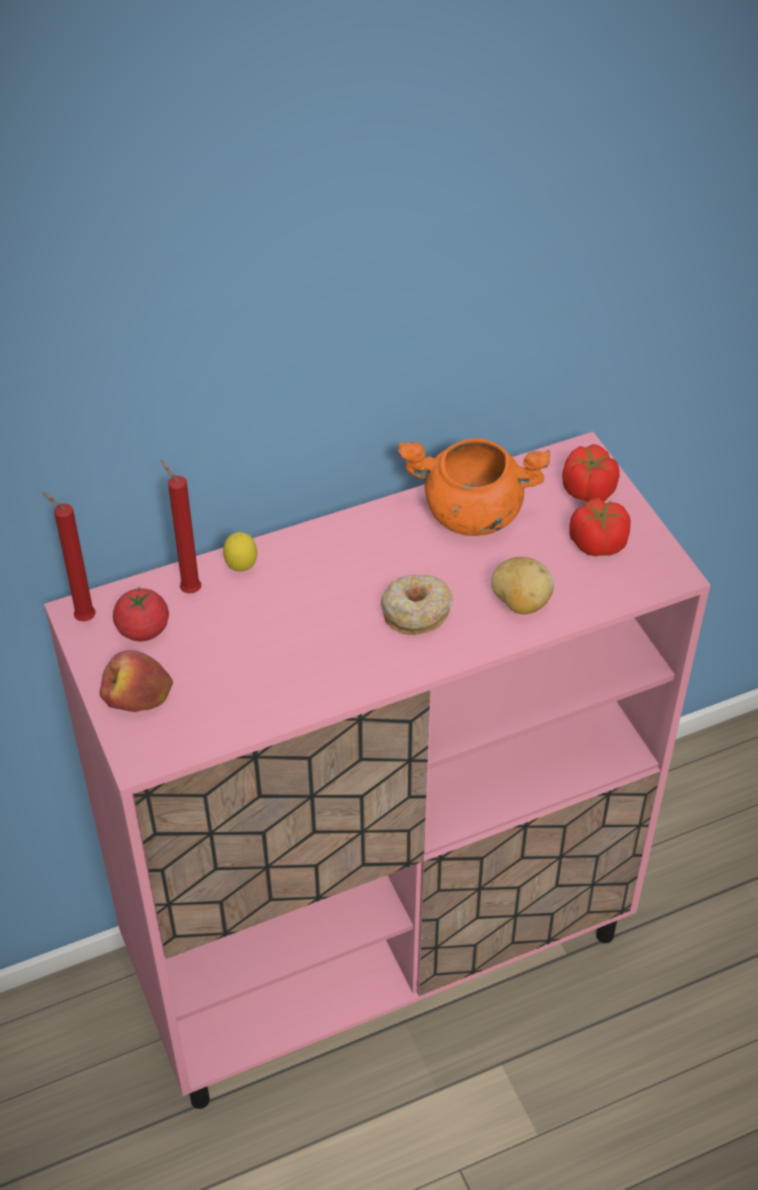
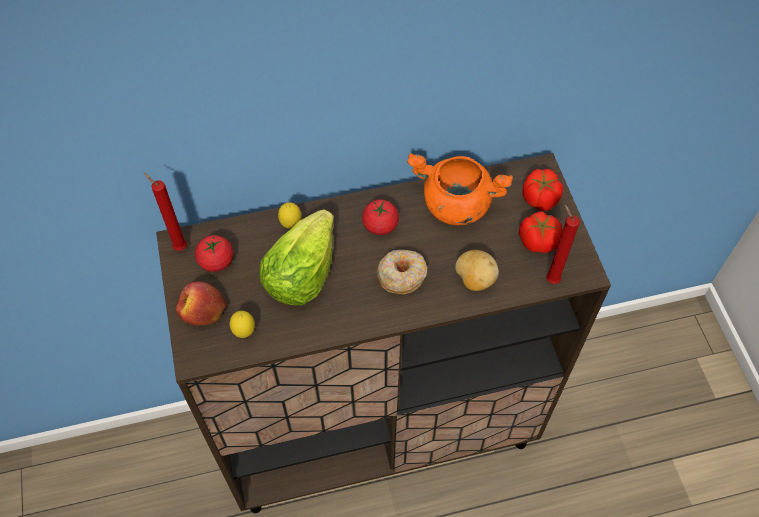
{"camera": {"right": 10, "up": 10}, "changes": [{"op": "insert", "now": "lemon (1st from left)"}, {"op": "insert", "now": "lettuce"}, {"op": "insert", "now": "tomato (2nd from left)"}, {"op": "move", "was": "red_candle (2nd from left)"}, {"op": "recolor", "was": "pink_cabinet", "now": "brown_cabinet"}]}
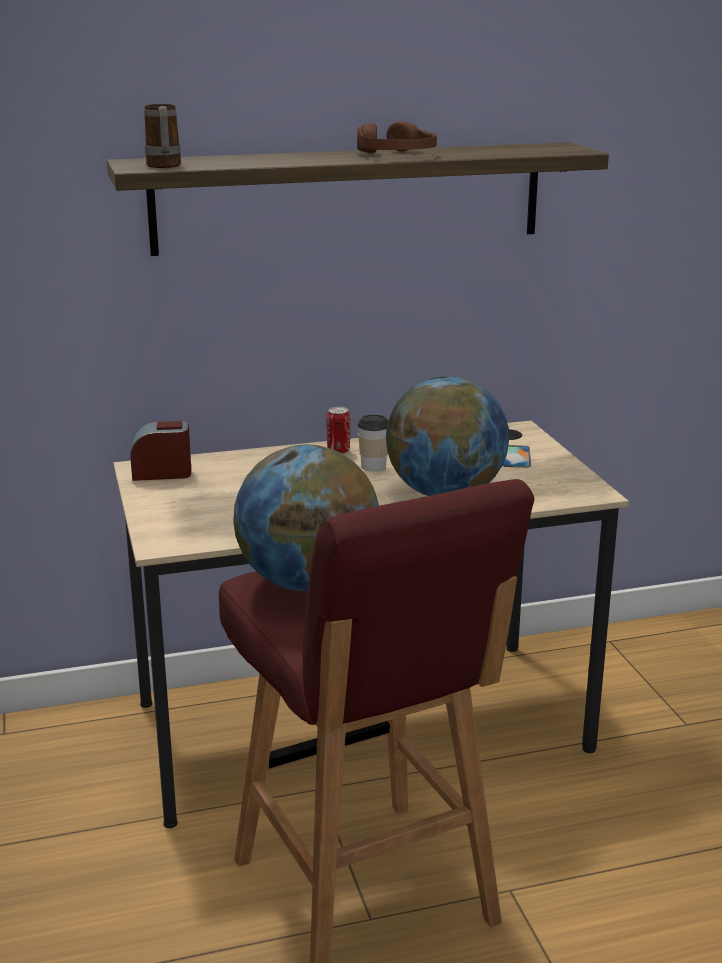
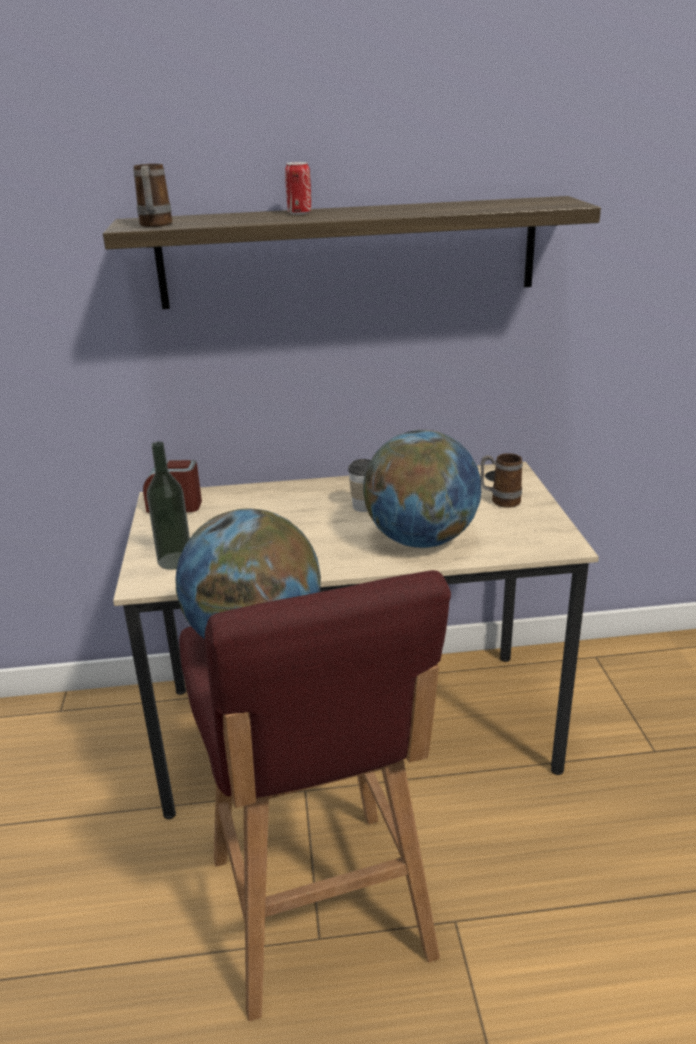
{"camera": {"right": 10, "up": 5}, "changes": [{"op": "delete", "was": "brown_headphones"}, {"op": "insert", "now": "bottle"}, {"op": "move", "was": "can"}, {"op": "replace", "was": "phone", "now": "mug (2nd from left)"}]}
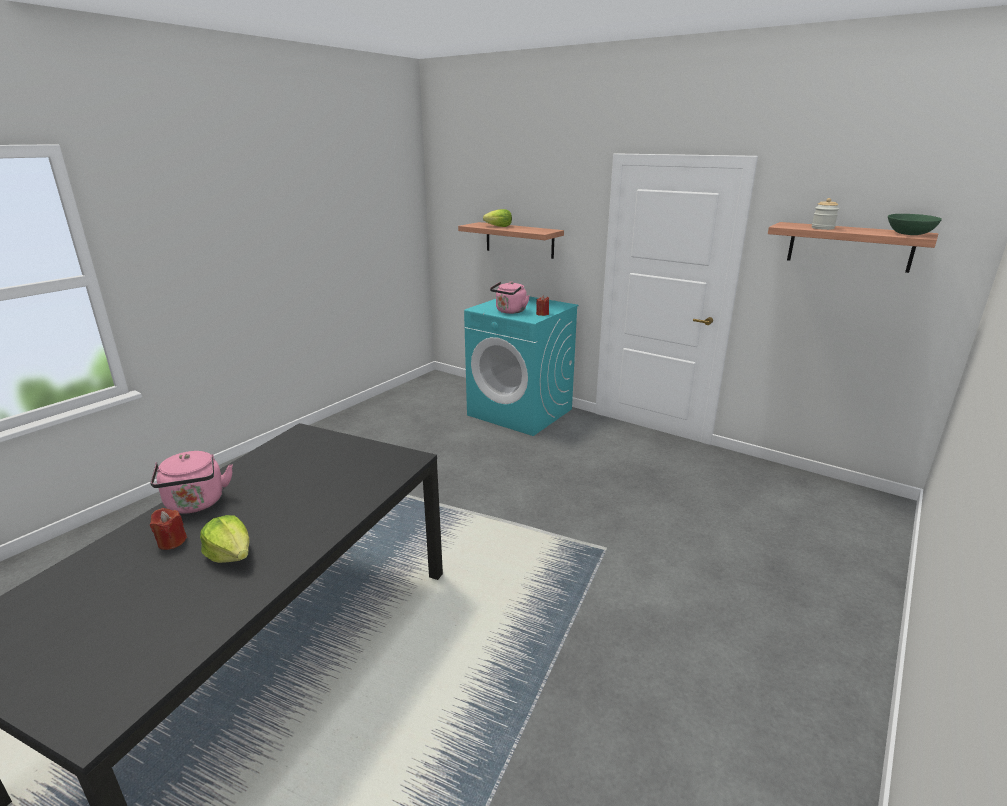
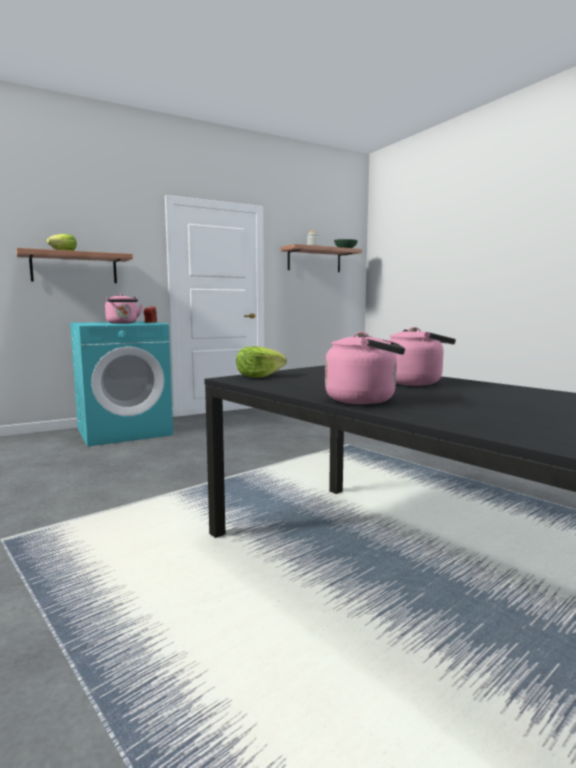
{"camera": {"right": -65, "up": -15}, "changes": [{"op": "delete", "was": "red_candle (1st from left)"}, {"op": "insert", "now": "pink_kettle (3rd from left)"}, {"op": "move", "was": "lettuce (1st from left in the first image)", "now": "lettuce (2nd from left)"}]}
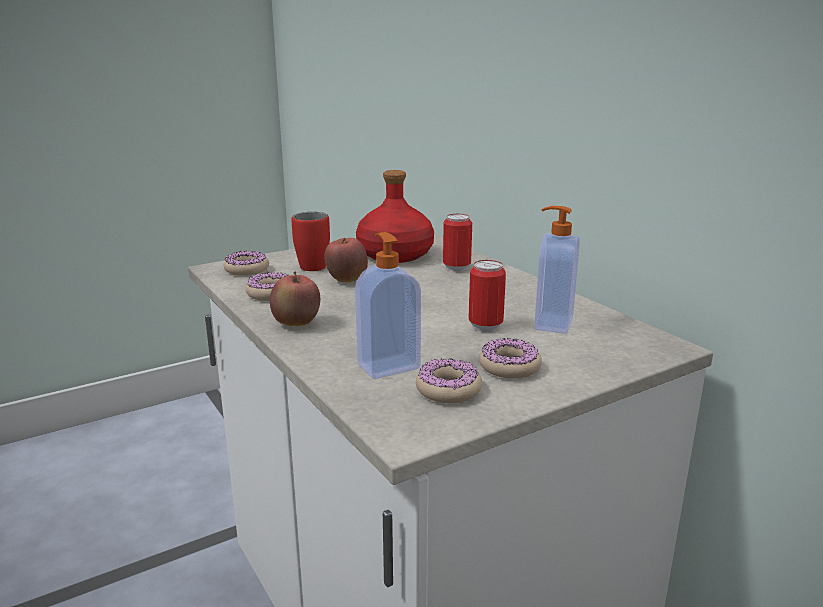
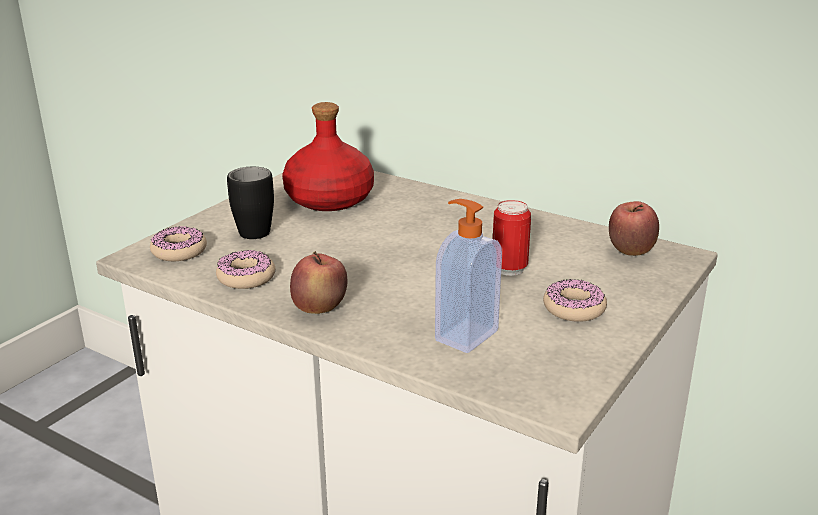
{"camera": {"right": -25, "up": 5}, "changes": [{"op": "delete", "was": "donut (3rd from left)"}, {"op": "delete", "was": "can (1st from left)"}, {"op": "delete", "was": "soap_dispenser (2nd from left)"}, {"op": "move", "was": "apple (2nd from left)"}, {"op": "recolor", "was": "red_mug", "now": "black_mug"}]}
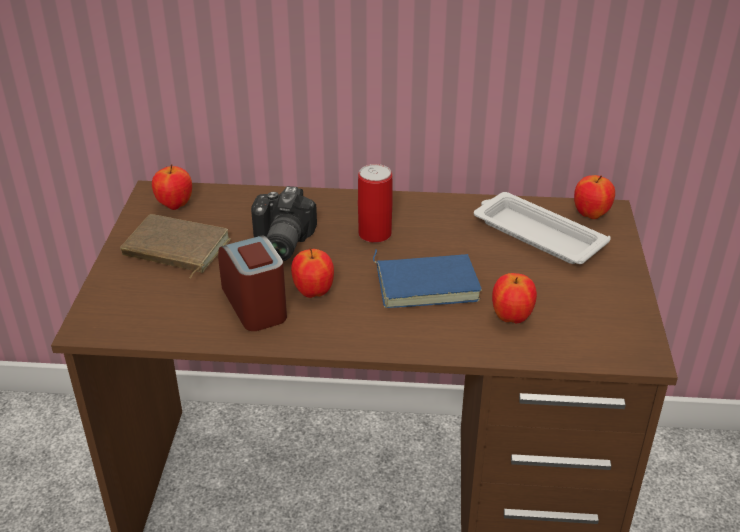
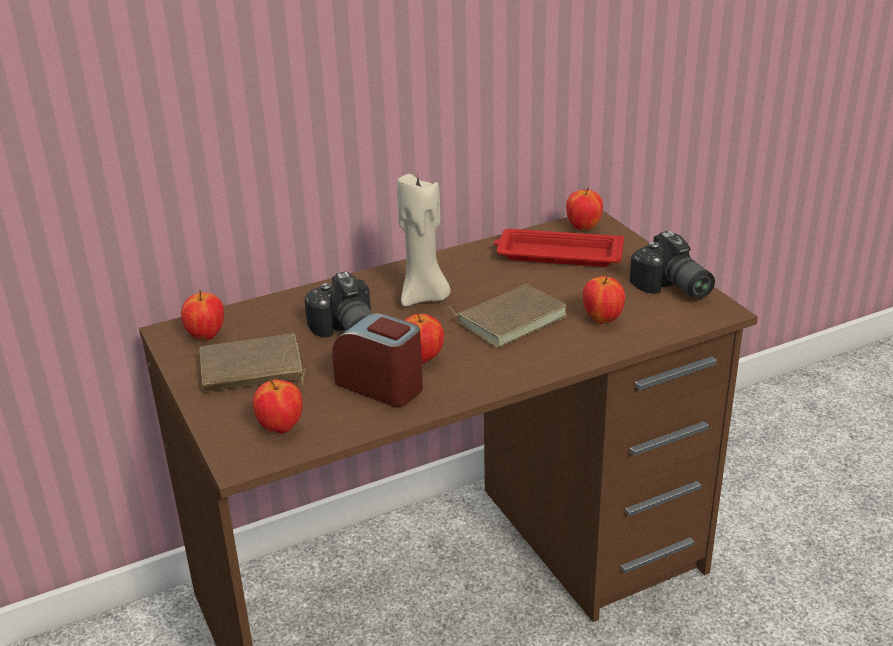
{"camera": {"right": -30, "up": -5}, "changes": [{"op": "insert", "now": "apple (2nd from left)"}, {"op": "insert", "now": "photo_camera (2nd from left)"}, {"op": "replace", "was": "can", "now": "beige_candle"}, {"op": "recolor", "was": "blue_book", "now": "brown_book (2nd from left)"}, {"op": "recolor", "was": "white_tray", "now": "red_tray"}]}
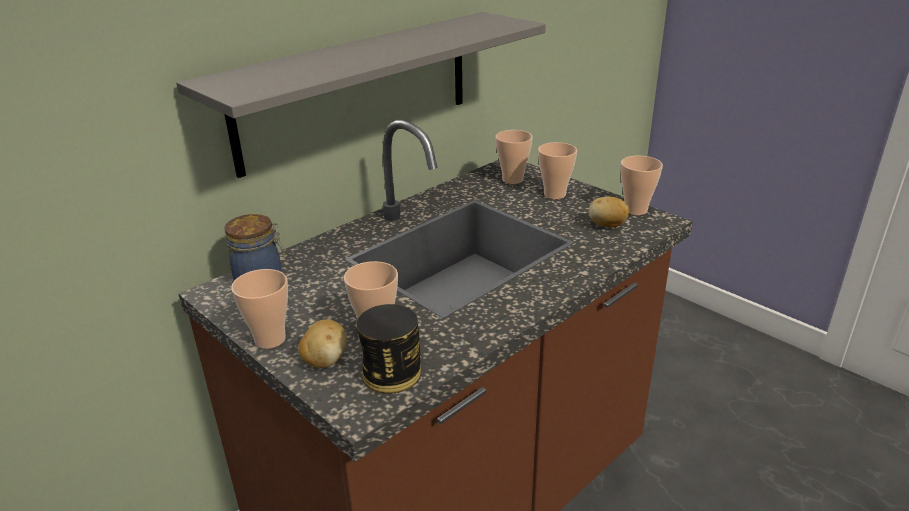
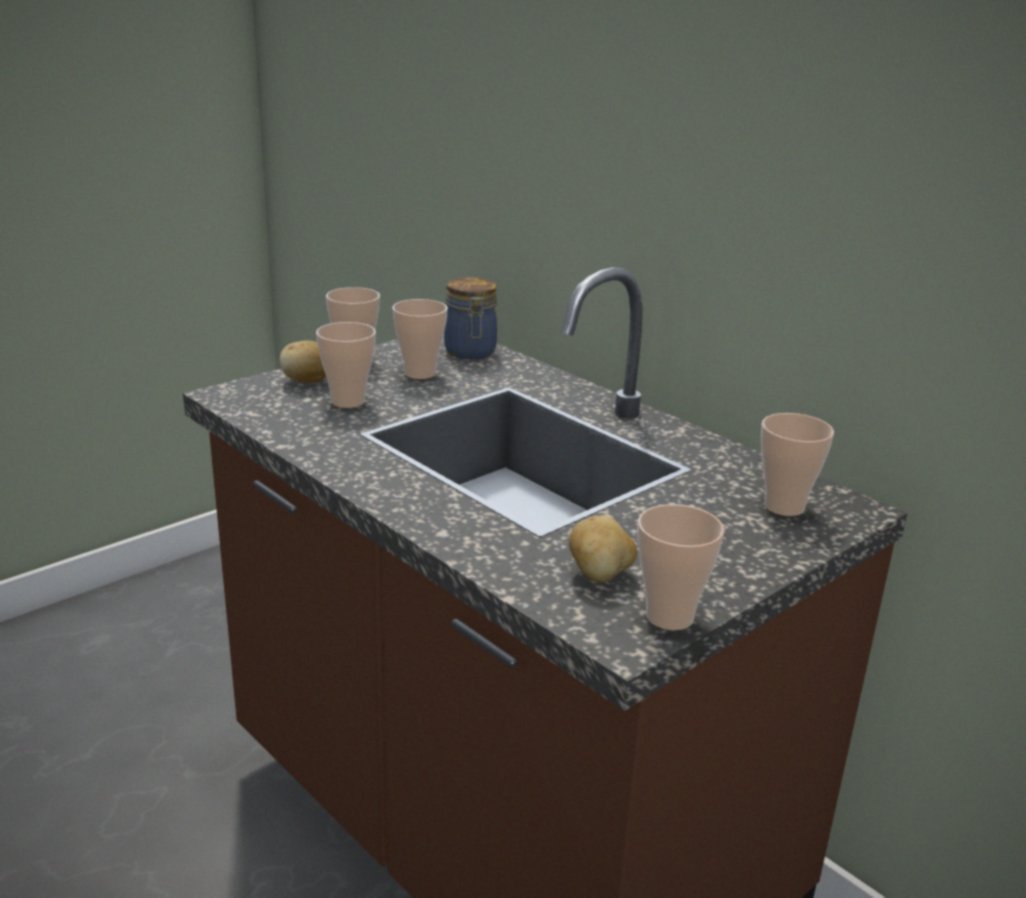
{"camera": {"right": 90, "up": -5}, "changes": [{"op": "delete", "was": "grey_shelf"}, {"op": "delete", "was": "can"}, {"op": "move", "was": "cup (4th from left in the first image)", "now": "cup (3rd from left)"}]}
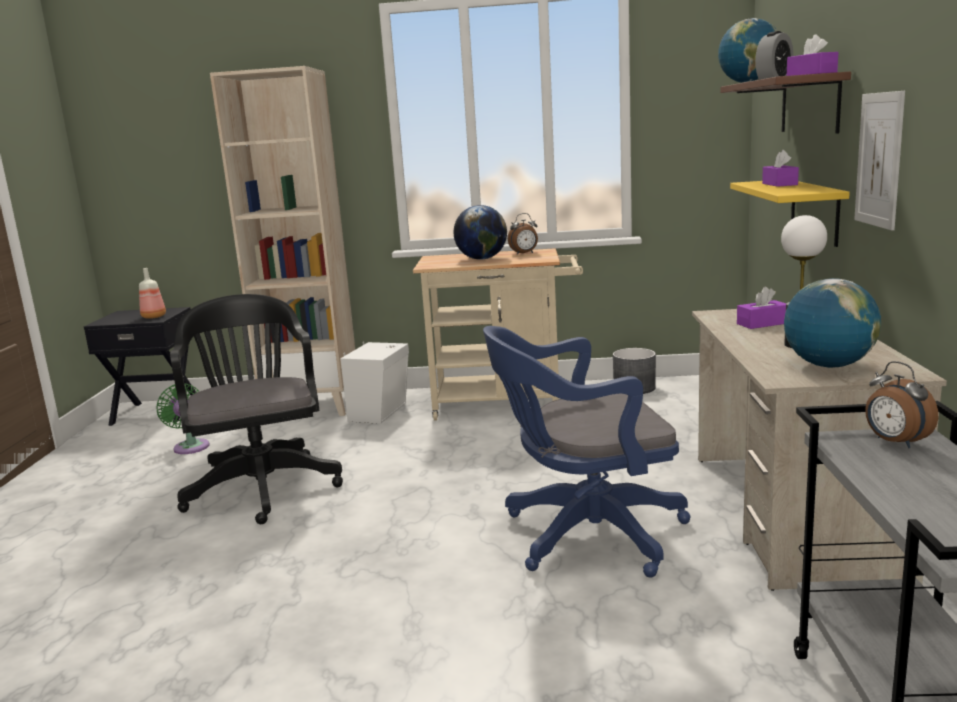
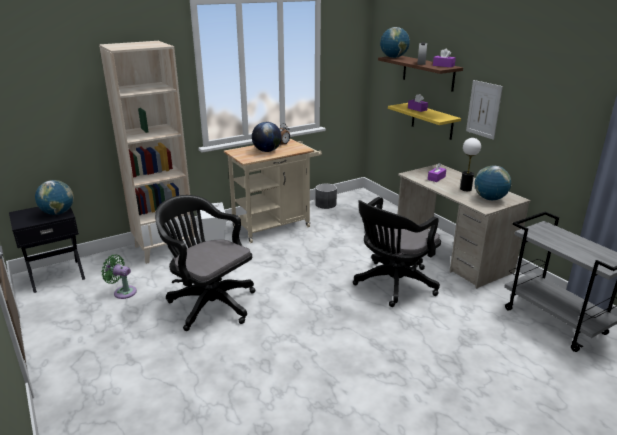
{"camera": {"right": -35, "up": 10}, "changes": [{"op": "delete", "was": "alarm_clock (3rd from left)"}, {"op": "replace", "was": "bottle", "now": "globe (1st from left)"}, {"op": "recolor", "was": "blue_office_chair", "now": "black_office_chair (2nd from left)"}]}
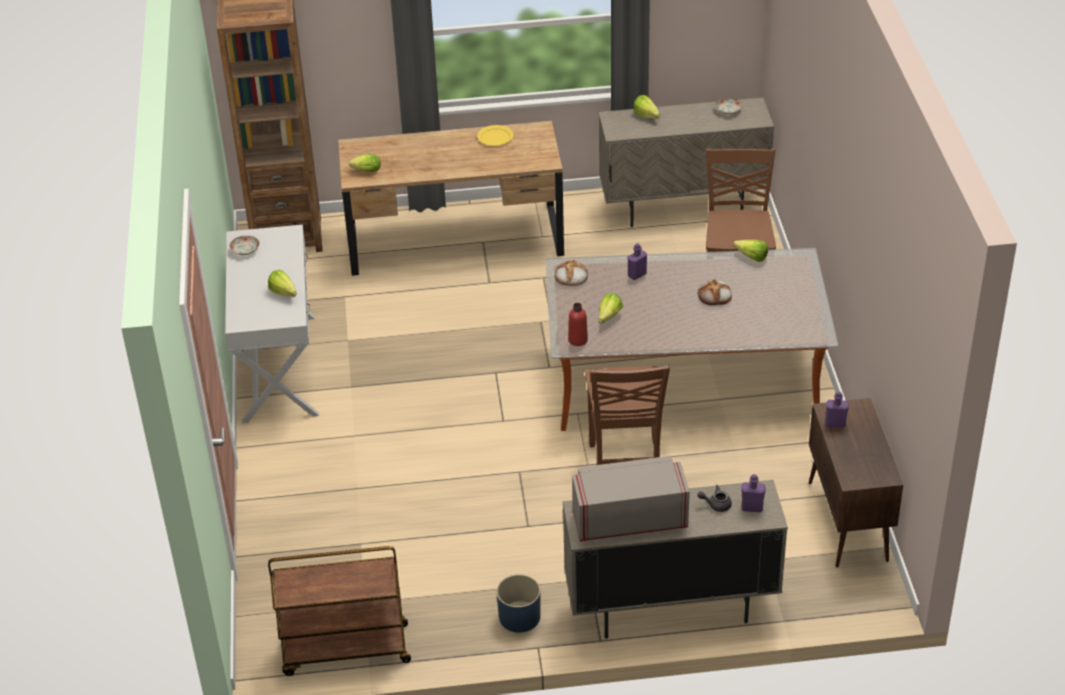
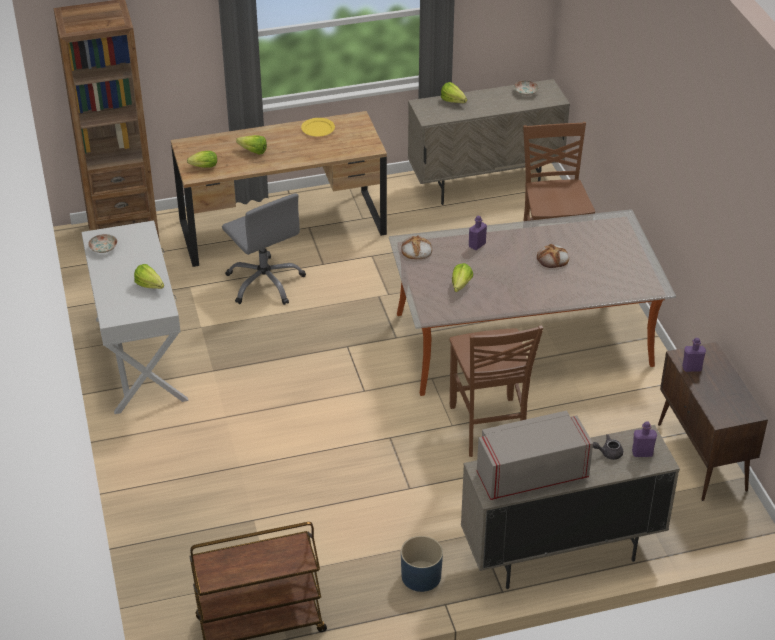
{"camera": {"right": -10, "up": 0}, "changes": [{"op": "delete", "was": "red_bottle"}, {"op": "insert", "now": "grey_office_chair"}, {"op": "move", "was": "lettuce (5th from left in the first image)", "now": "lettuce (3rd from left)"}]}
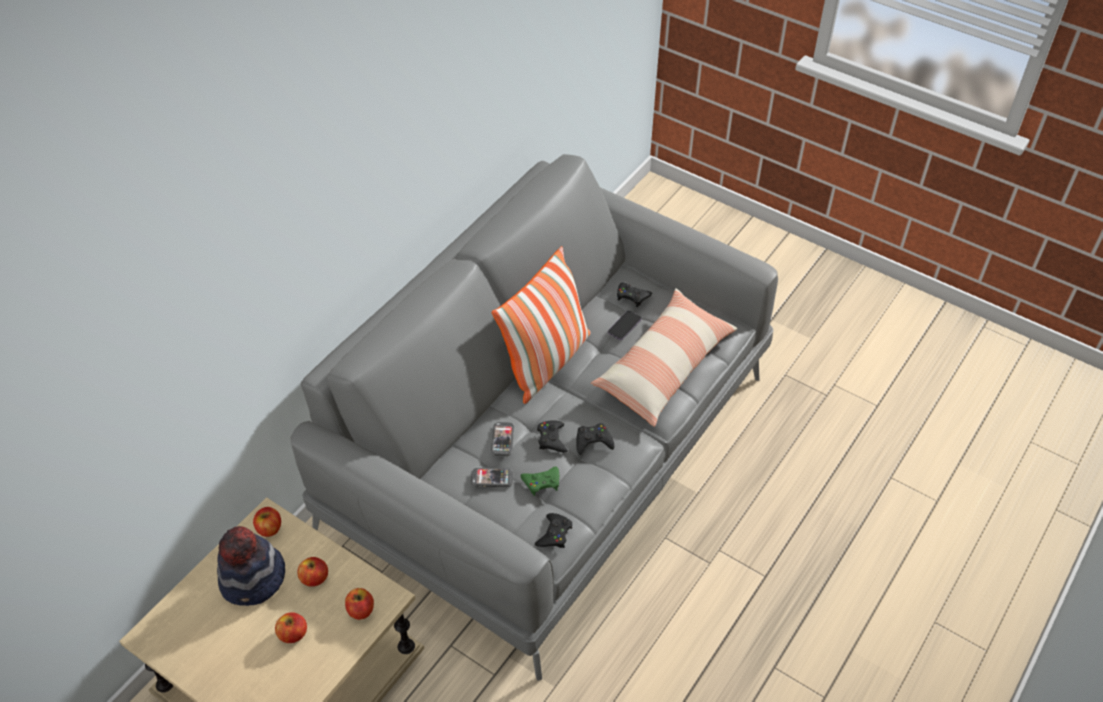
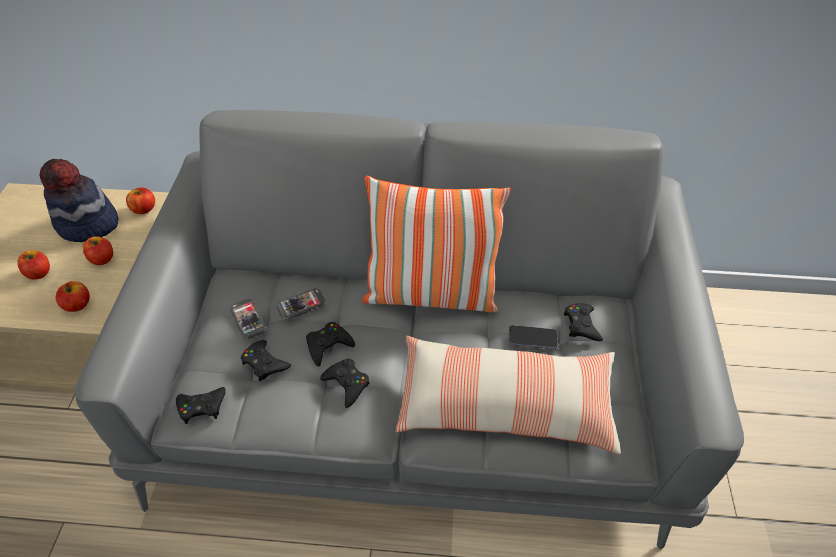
{"camera": {"right": 60, "up": 0}, "changes": [{"op": "recolor", "was": "green_game_controller", "now": "black_game_controller (2nd from left)"}]}
